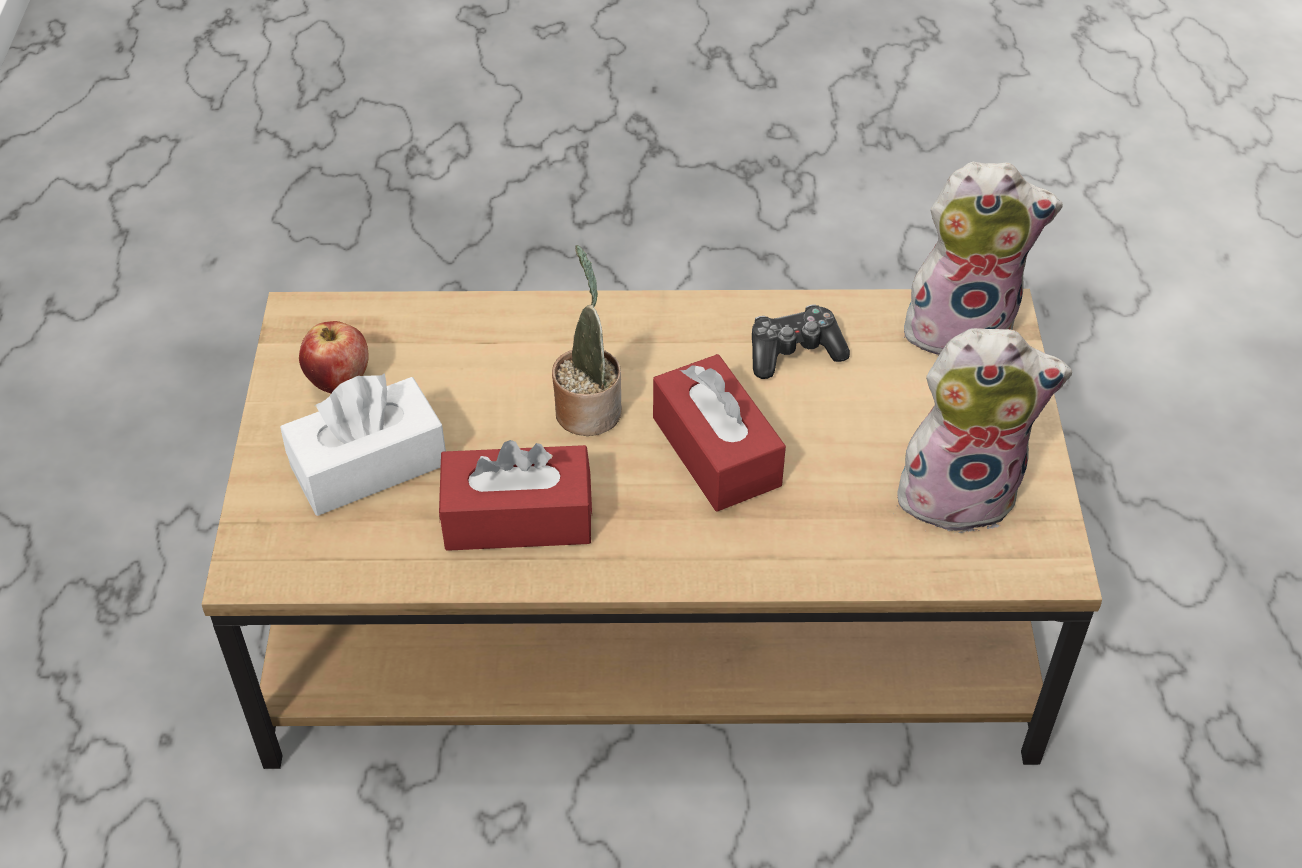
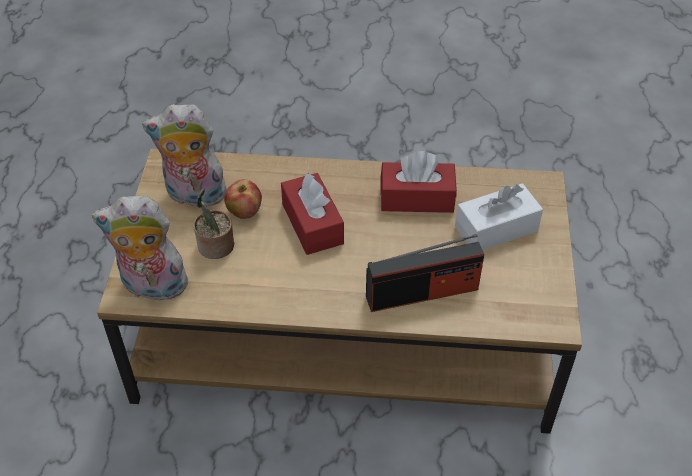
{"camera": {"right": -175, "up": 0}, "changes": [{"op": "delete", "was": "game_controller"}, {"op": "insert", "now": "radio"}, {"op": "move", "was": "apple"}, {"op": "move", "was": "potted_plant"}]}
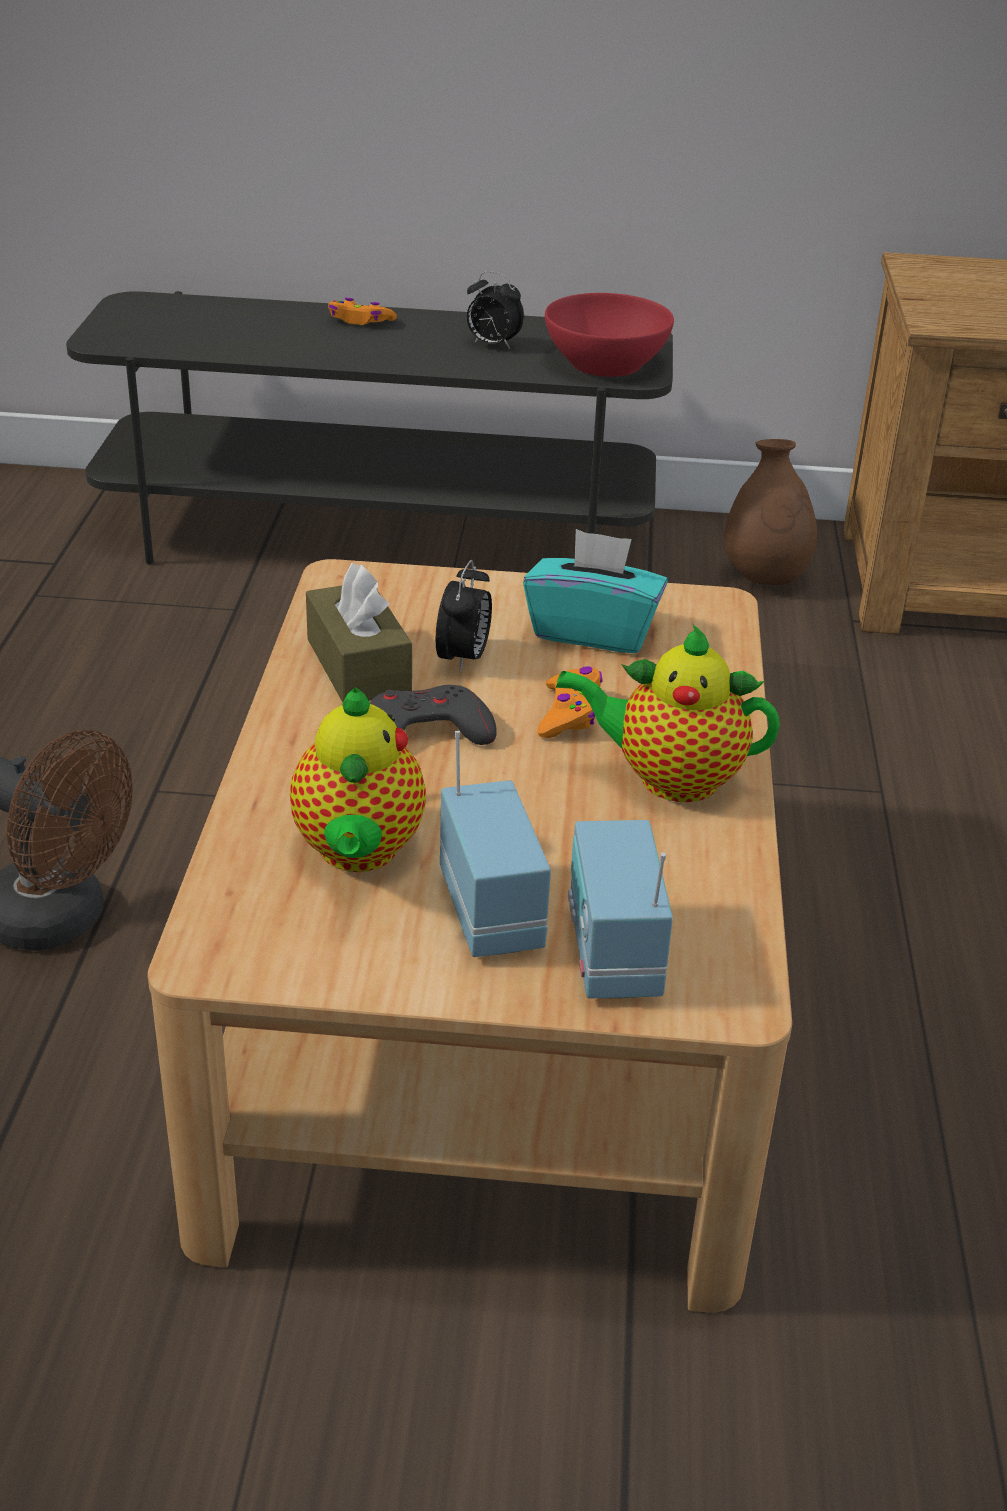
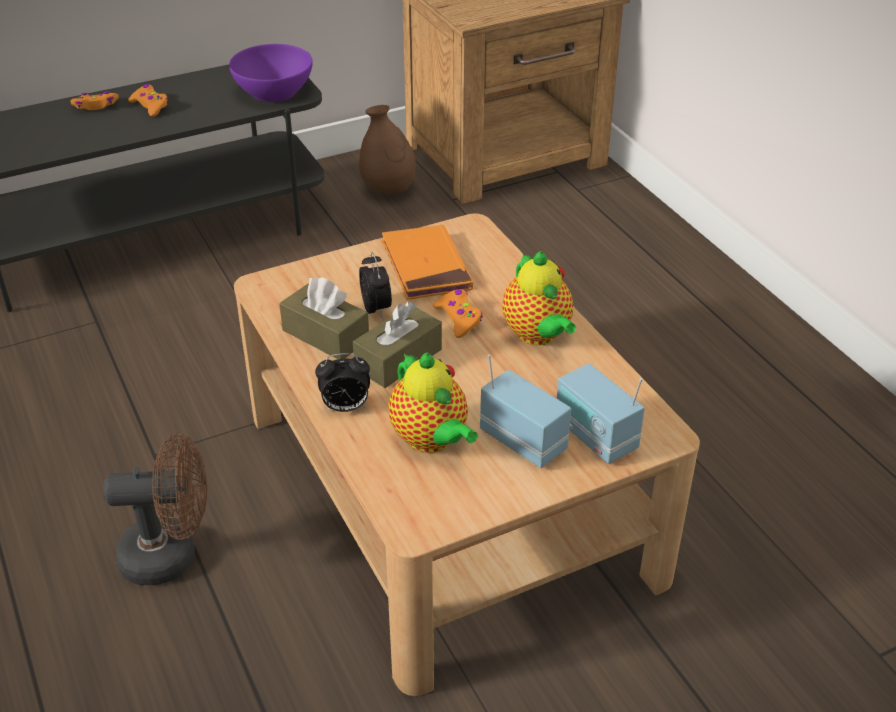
{"camera": {"right": -30, "up": 5}, "changes": [{"op": "insert", "now": "orange_game_controller (2nd from left)"}, {"op": "move", "was": "alarm_clock (2nd from left in the first image)", "now": "alarm_clock (1st from left)"}, {"op": "replace", "was": "grey_game_controller", "now": "brown_tissue_box (2nd from left)"}, {"op": "replace", "was": "turquoise_tissue_box", "now": "orange_book"}, {"op": "recolor", "was": "red_bowl", "now": "purple_bowl"}, {"op": "rotate", "was": "teapot (2nd from left)", "clockwise": -90}]}
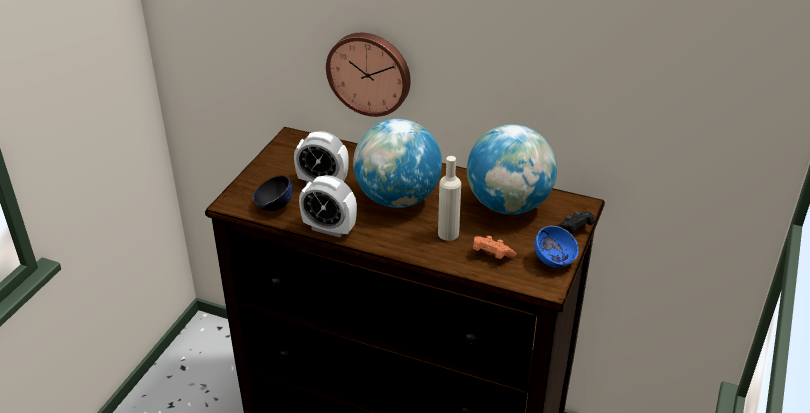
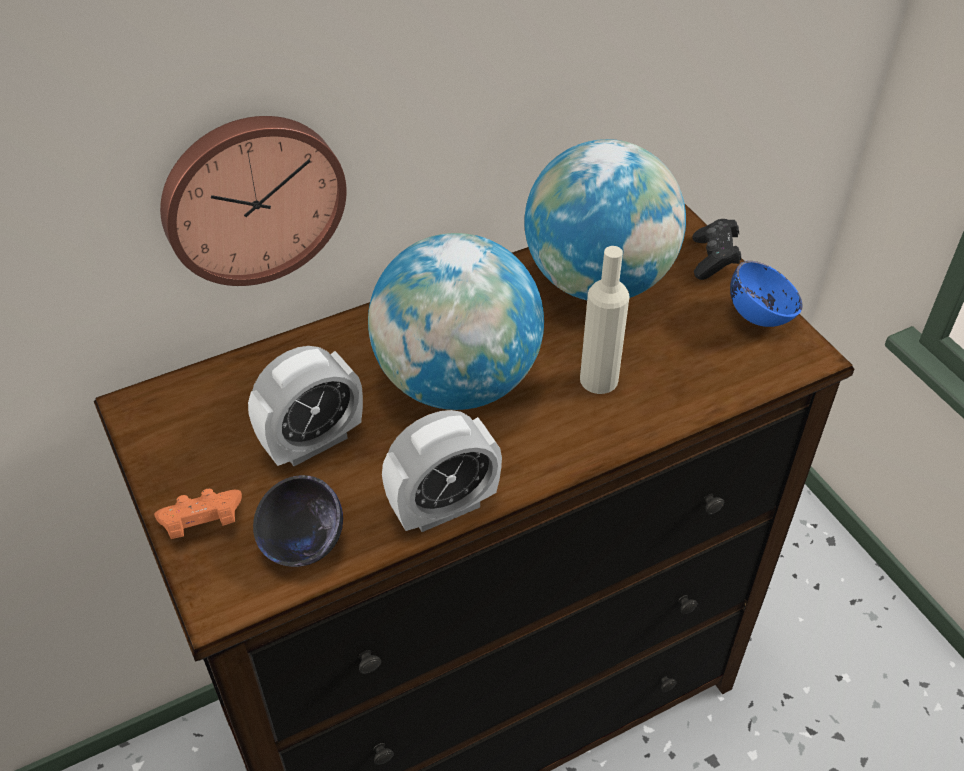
{"camera": {"right": -50, "up": 10}, "changes": [{"op": "move", "was": "orange_game_controller"}]}
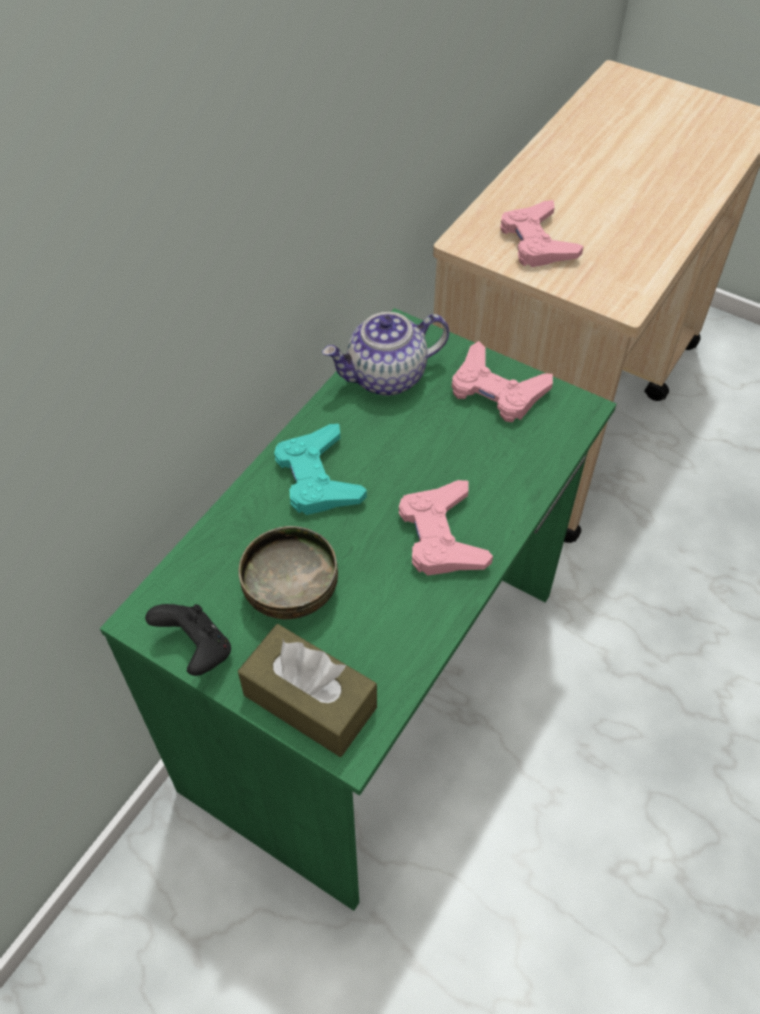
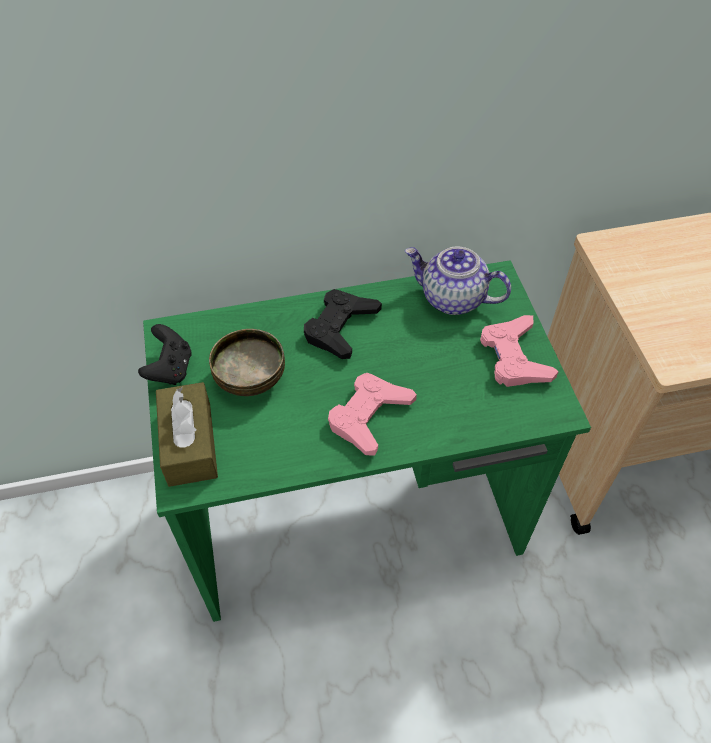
{"camera": {"right": 45, "up": 0}, "changes": [{"op": "delete", "was": "pink_game_controller (3rd from left)"}, {"op": "recolor", "was": "turquoise_game_controller", "now": "black_game_controller (2nd from left)"}]}
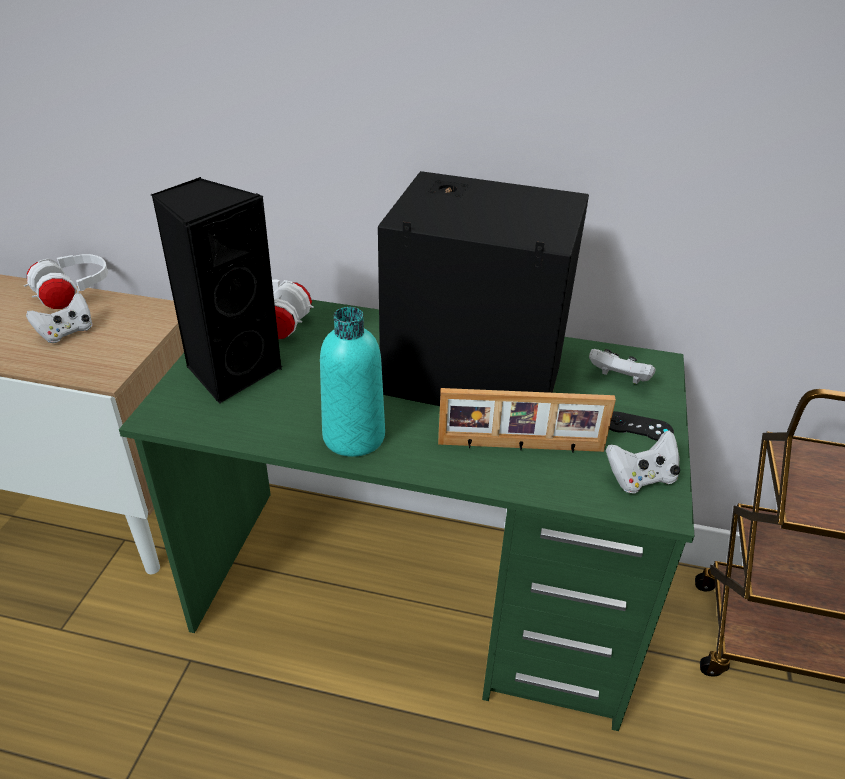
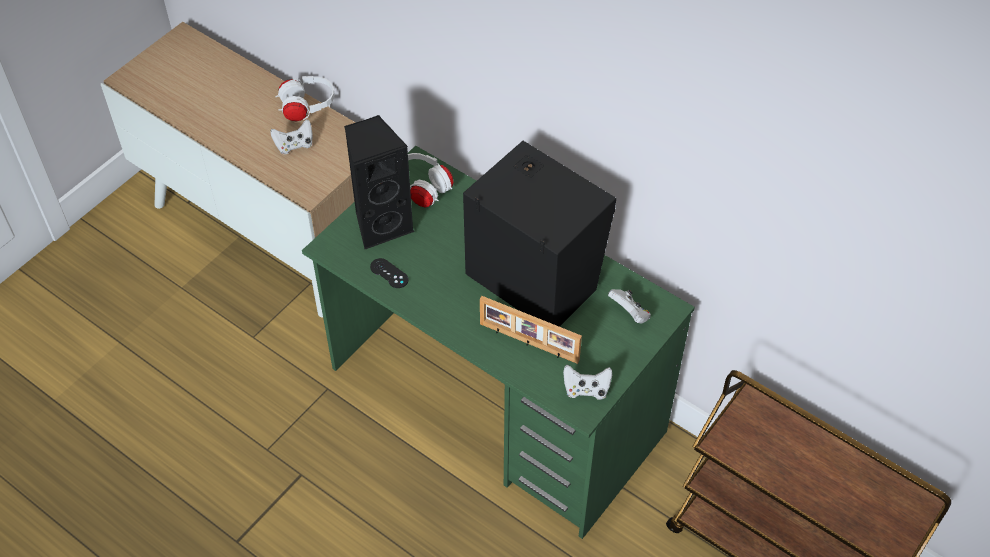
{"camera": {"right": 25, "up": 15}, "changes": [{"op": "delete", "was": "turquoise_bottle"}, {"op": "move", "was": "black_game_controller"}]}
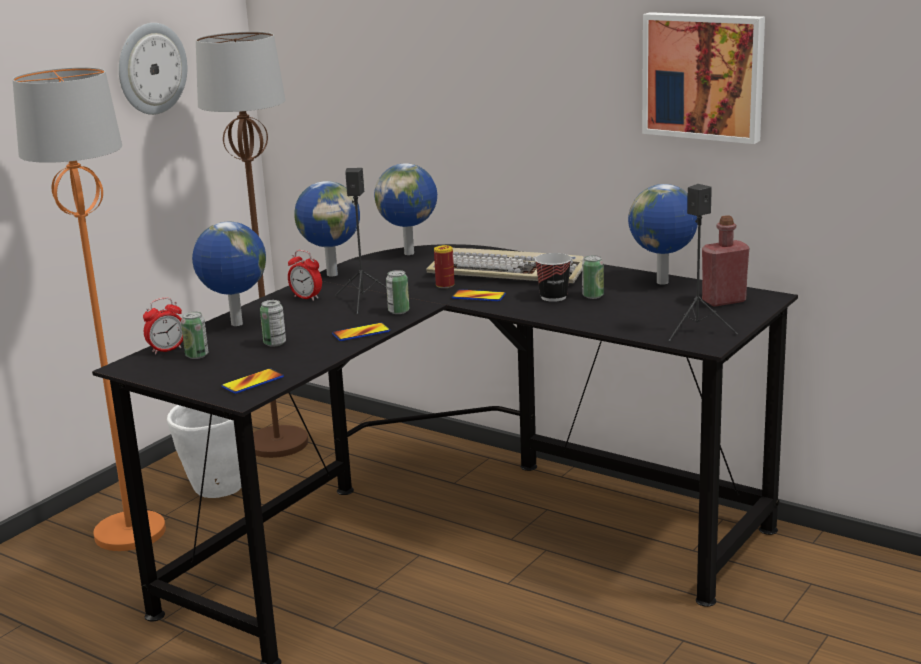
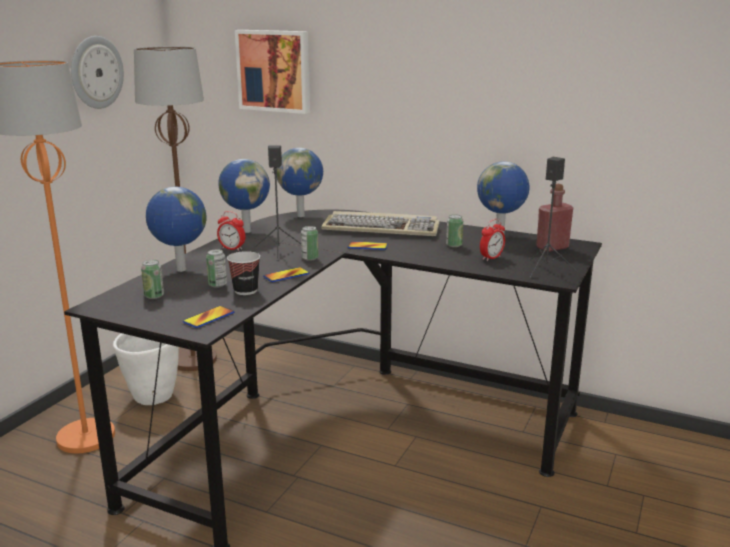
{"camera": {"right": -10, "up": 0}, "changes": [{"op": "delete", "was": "can (4th from left)"}, {"op": "move", "was": "alarm_clock (1st from left in the first image)", "now": "alarm_clock (2nd from left)"}, {"op": "move", "was": "cup"}, {"op": "move", "was": "picture"}]}
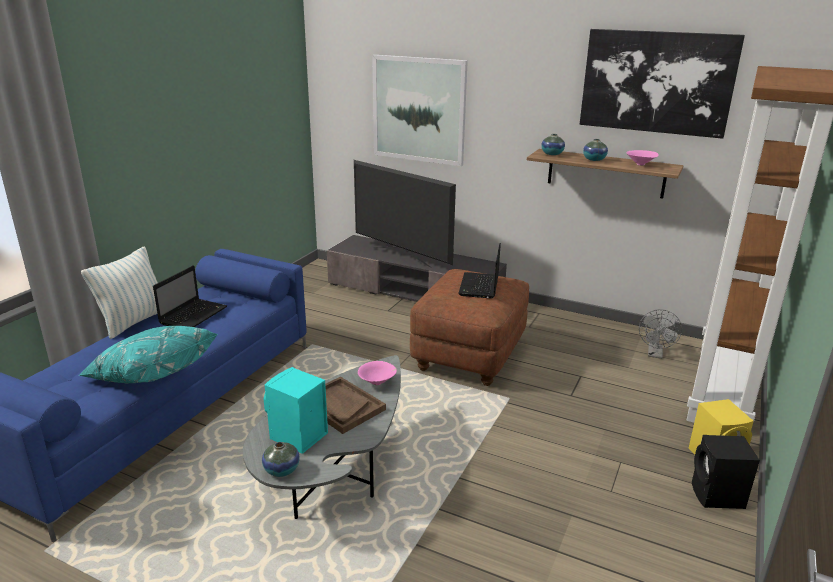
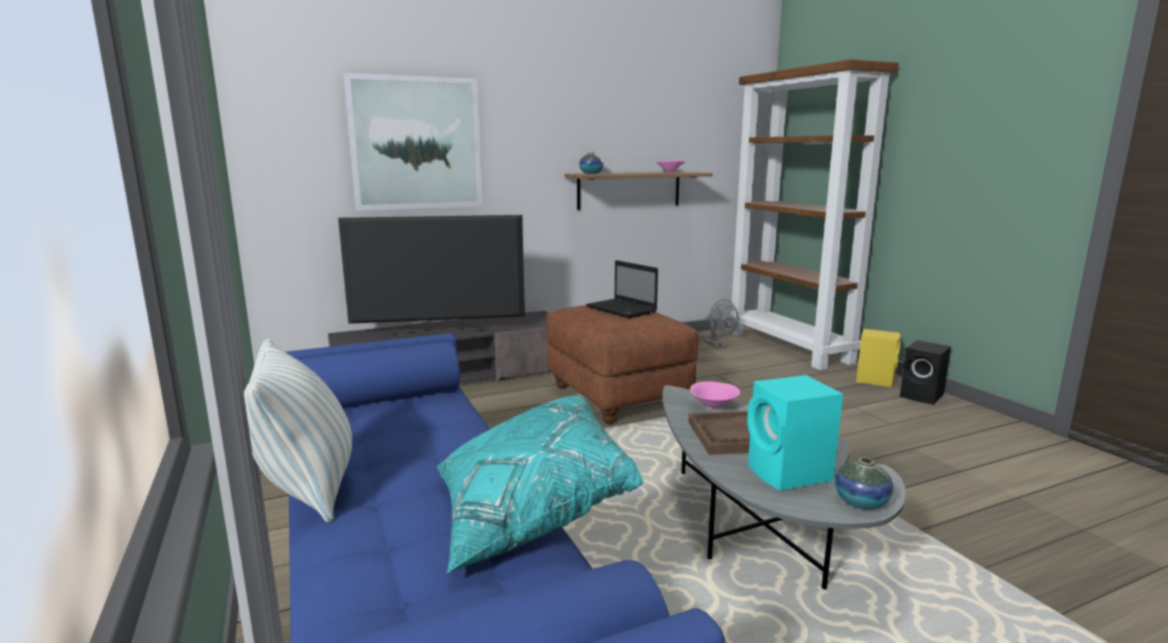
{"camera": {"right": -50, "up": -10}, "changes": [{"op": "delete", "was": "laptop (1st from left)"}, {"op": "delete", "was": "picture (2nd from left)"}, {"op": "delete", "was": "vase (3rd from left)"}]}
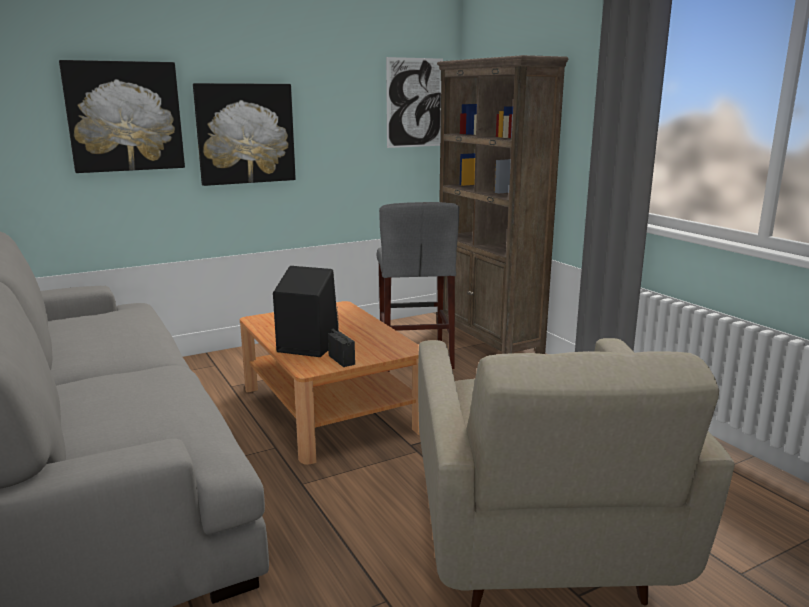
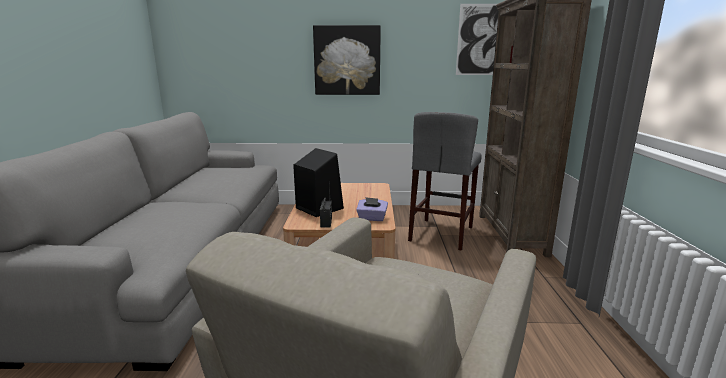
{"camera": {"right": 30, "up": 0}, "changes": [{"op": "delete", "was": "picture (1st from left)"}, {"op": "insert", "now": "purple_tissue_box"}]}
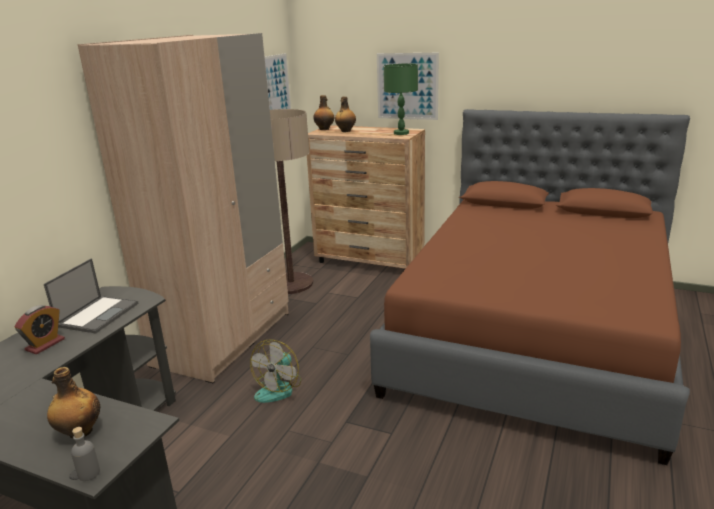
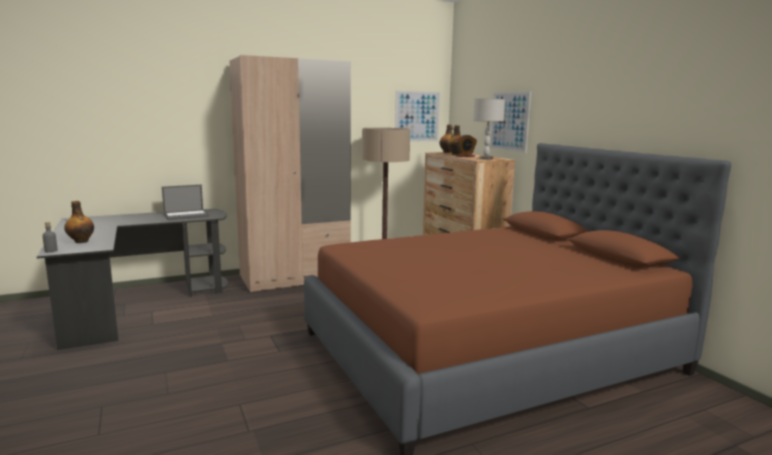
{"camera": {"right": 40, "up": -10}, "changes": [{"op": "delete", "was": "fan"}, {"op": "move", "was": "alarm_clock"}, {"op": "recolor", "was": "green_table_lamp", "now": "grey_table_lamp"}]}
